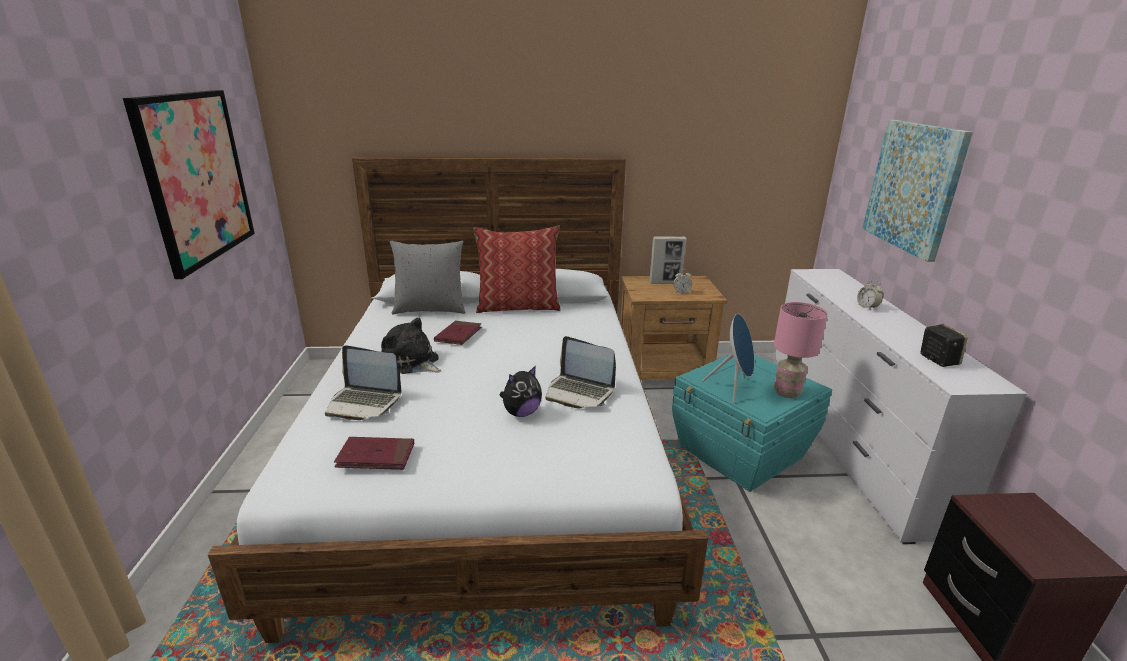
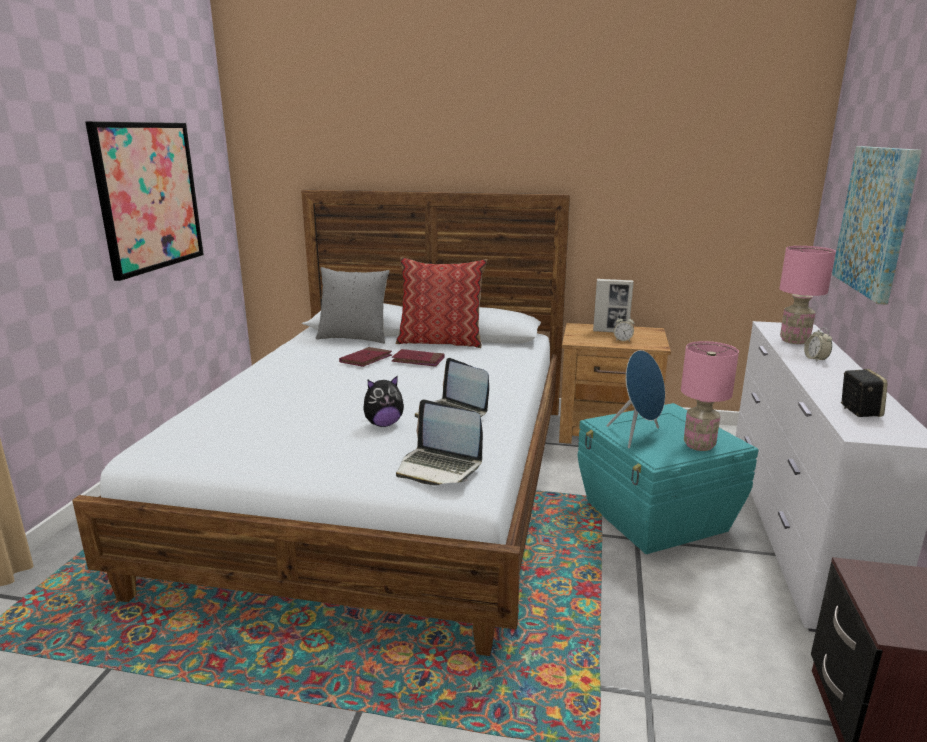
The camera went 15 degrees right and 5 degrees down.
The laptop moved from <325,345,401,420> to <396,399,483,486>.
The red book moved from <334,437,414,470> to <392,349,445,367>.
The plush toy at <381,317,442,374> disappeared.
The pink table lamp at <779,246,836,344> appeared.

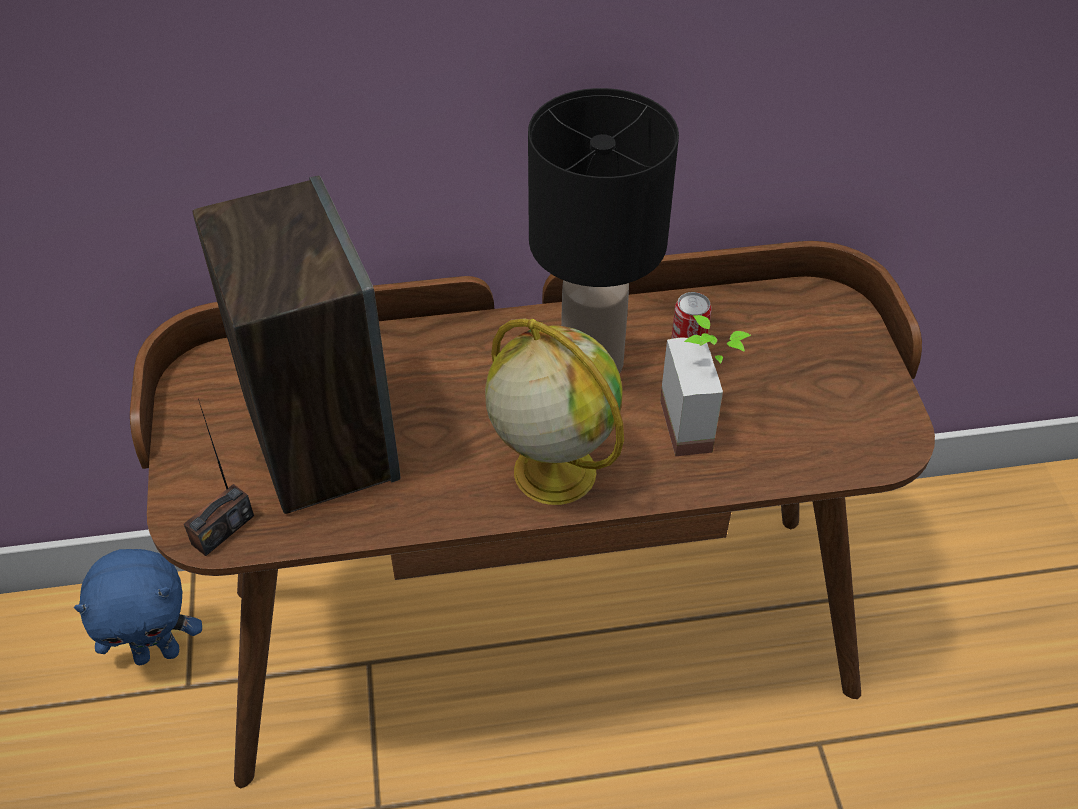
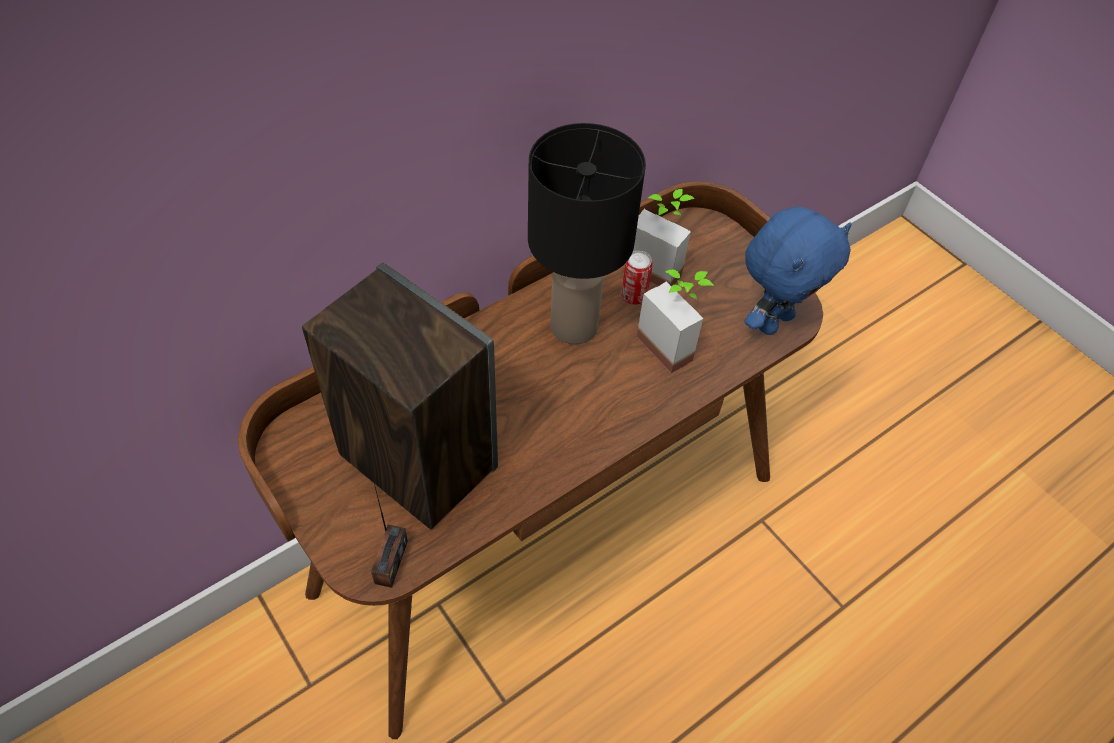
The camera went 30 degrees left and 5 degrees up.
The blue plush toy moved from <74,549,202,665> to <745,207,851,335>.
The globe at <485,318,624,505> disappeared.
The potted plant at <624,189,695,287> appeared.

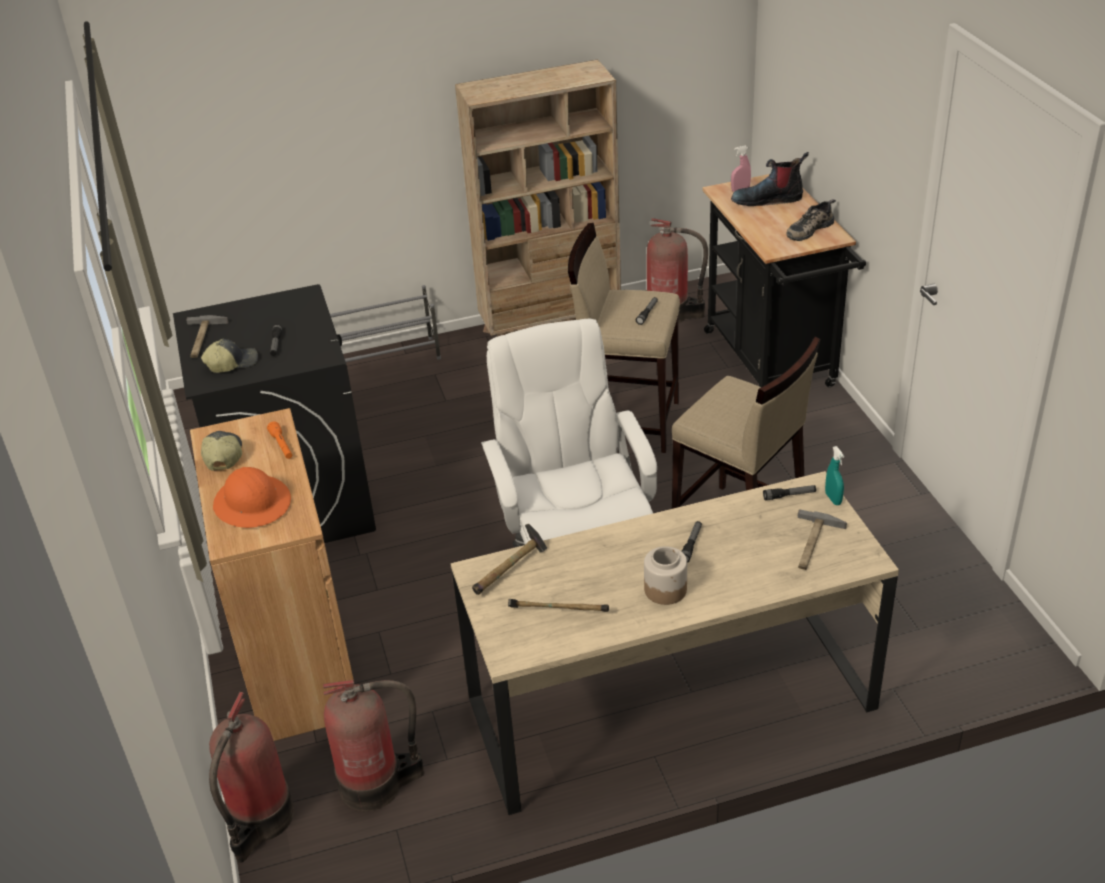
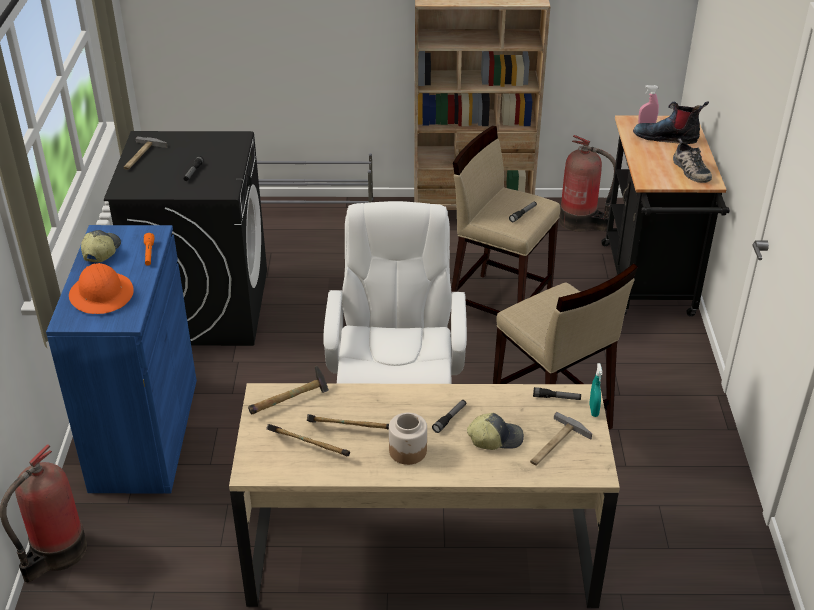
The camera went 15 degrees right and 0 degrees up.
The brown cabinet at <190,408,355,741> became the blue cabinet at <46,225,197,494>.
The cap moved from <201,339,258,373> to <467,413,524,450>.
The fire extinguisher at <323,680,424,811> disappeared.
The shoe at <786,199,836,241> turned 90 degrees counterclockwise.
The hammer at <307,414,389,430> appeared.

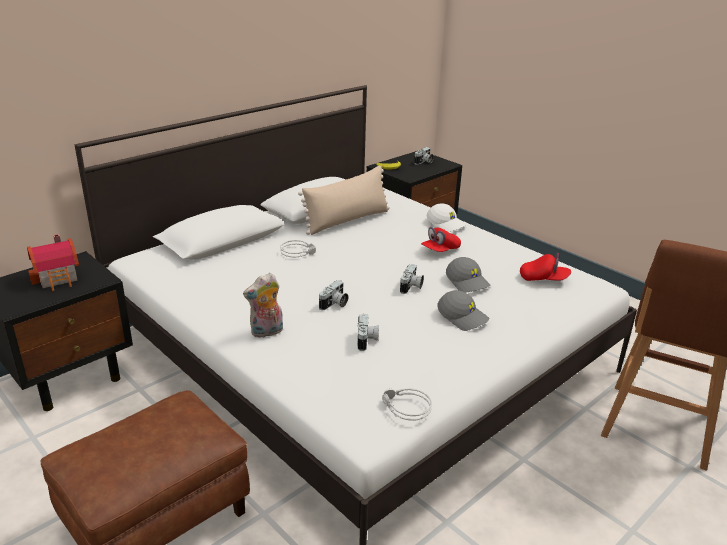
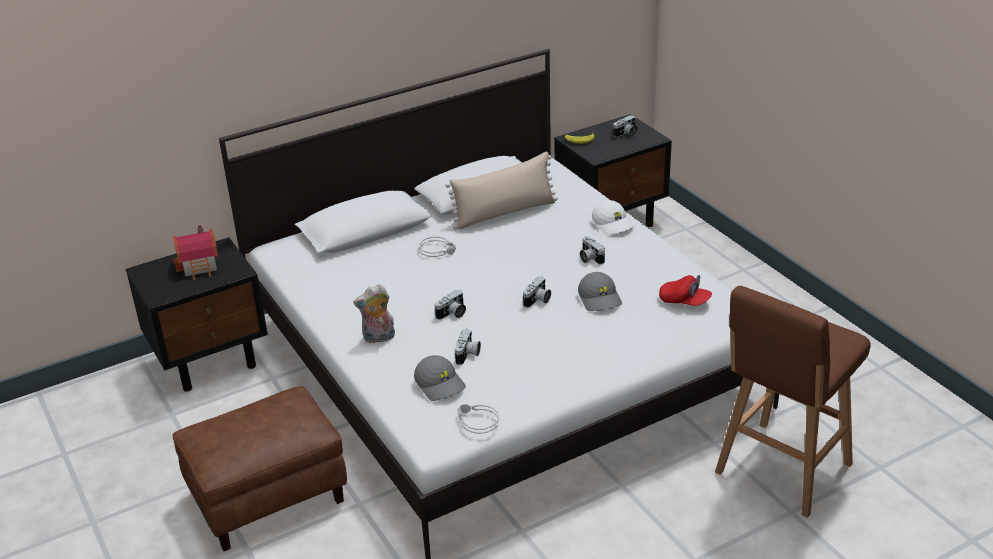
The camera went 15 degrees right and 5 degrees up.
The red cap at <421,227,461,252> was replaced by the photo camera at <580,236,605,265>.
The grey cap moved from <438,290,489,331> to <414,355,466,401>.

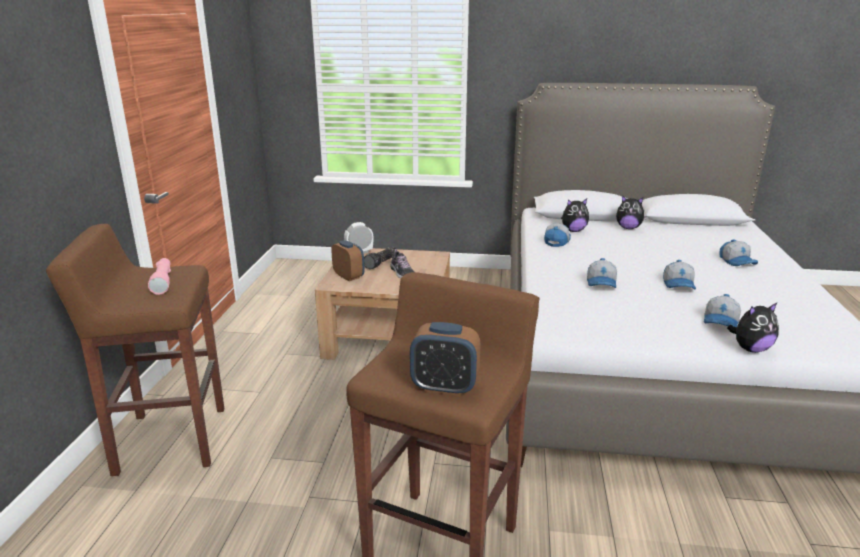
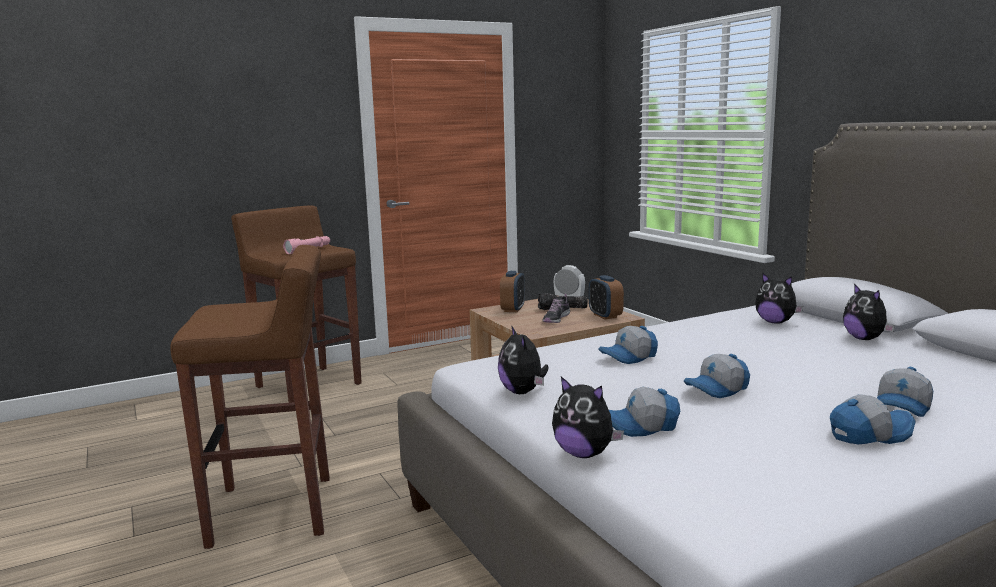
The camera went 55 degrees right and 10 degrees down.
The alarm clock moved from <410,322,480,396> to <589,275,624,319>.
The cap moved from <544,223,571,247> to <830,394,916,444>.
The plush toy at <498,326,548,394> appeared.

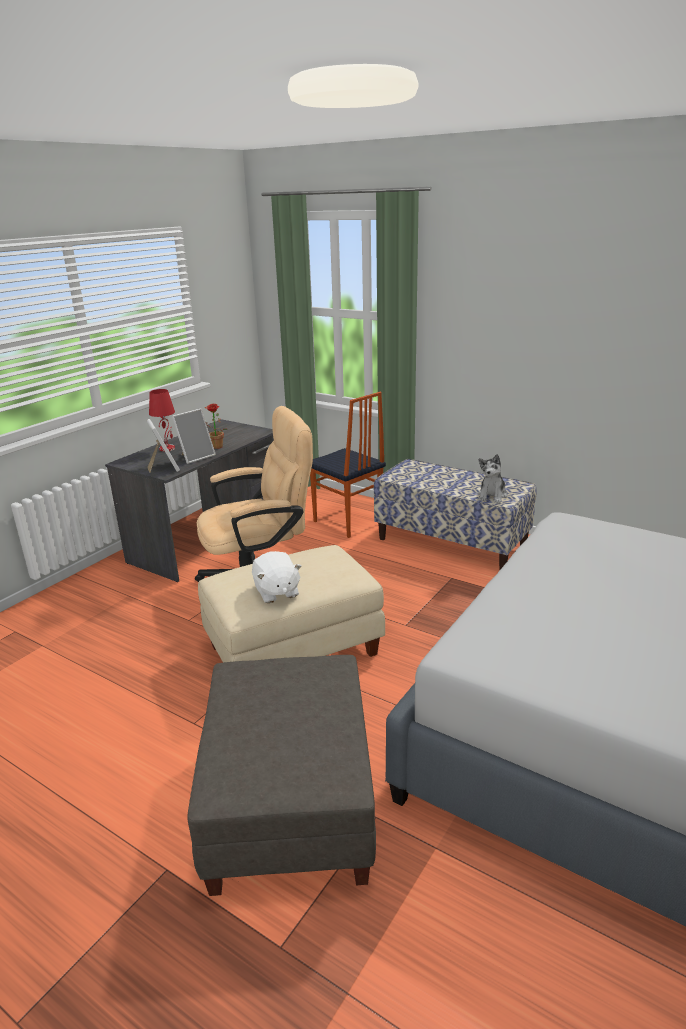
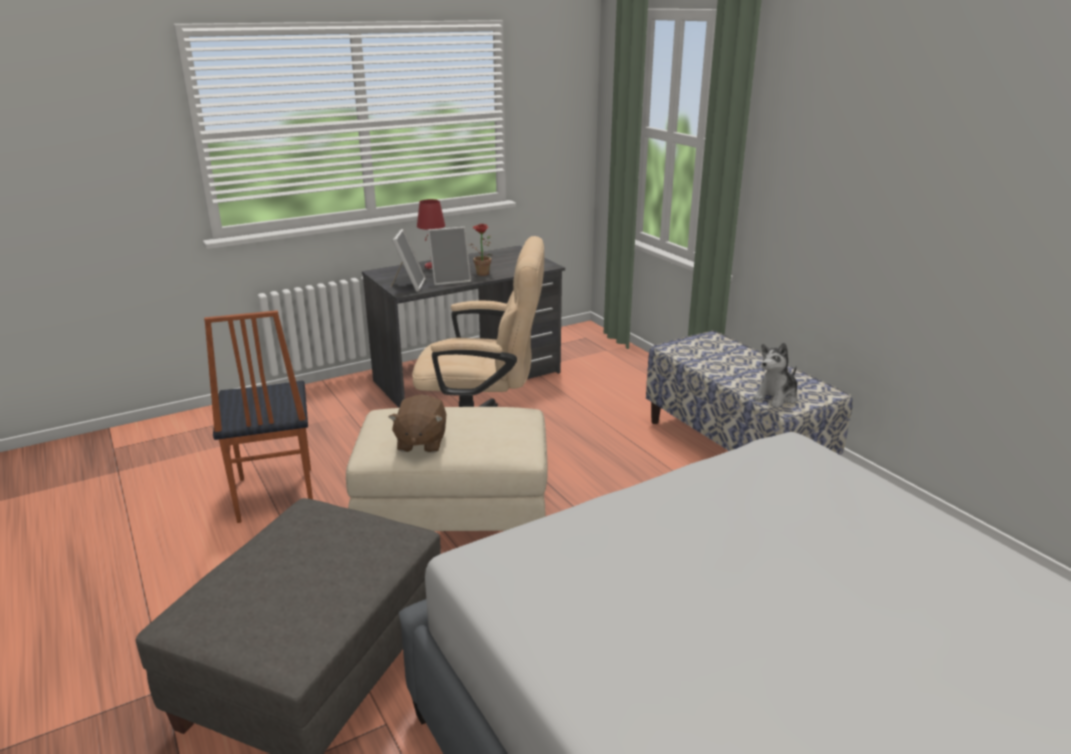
The camera went 25 degrees right and 0 degrees up.
The white plush toy at <252,551,302,603> became the brown plush toy at <388,395,446,453>.
The chair moved from <310,392,386,538> to <204,310,313,523>.

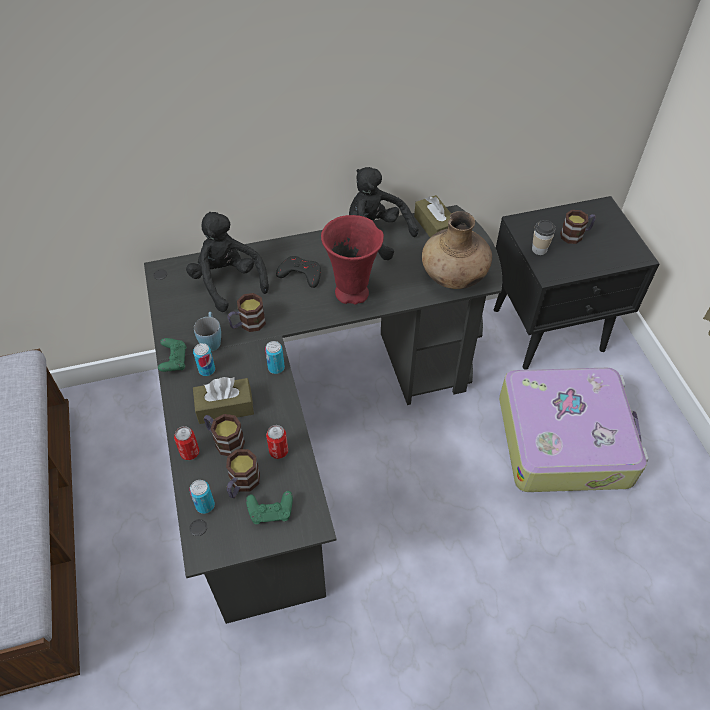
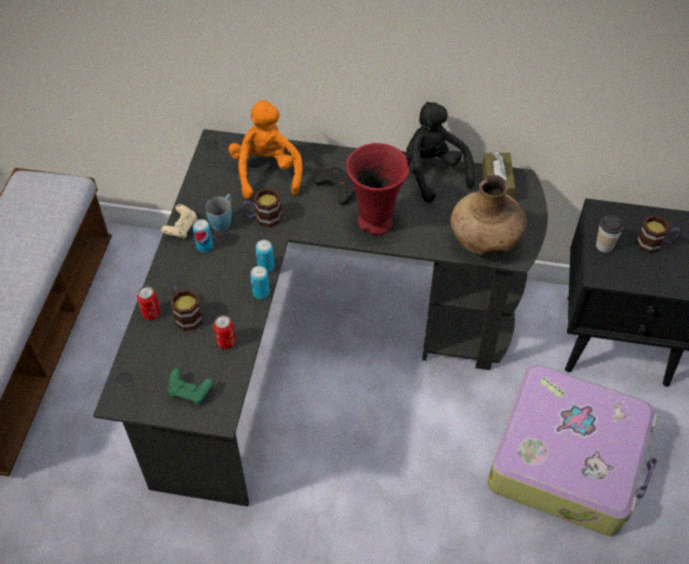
The camera went 25 degrees right and 0 degrees up.
The green game controller at <158,338,186,372> became the beige game controller at <161,204,197,239>.
The black plush toy at <186,212,269,312> became the orange plush toy at <228,100,303,199>.
The can moved from <189,480,215,514> to <250,266,270,299>.
The brown tissue box at <193,377,254,424> disappeared.
The mug at <226,449,260,498> disappeared.

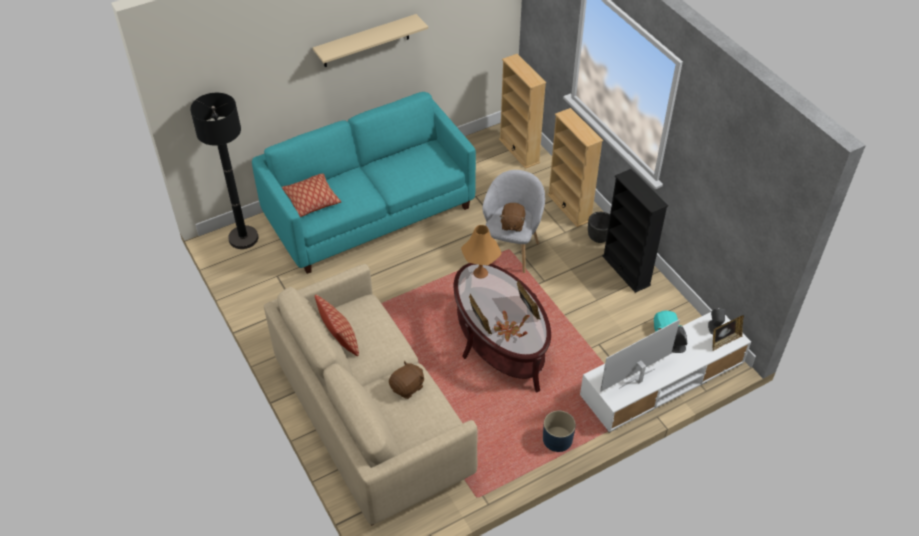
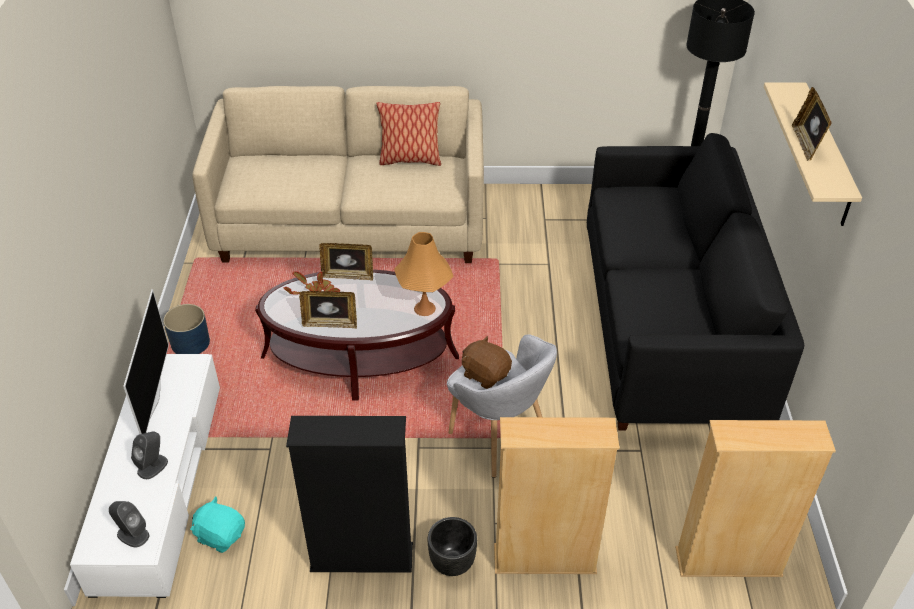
The camera went 120 degrees right and 5 degrees down.
The turquoise sofa at <252,92,476,274> became the black sofa at <587,133,804,431>.
The pillow at <282,174,342,217> disappeared.
The brown plush toy at <389,361,424,399> disappeared.
The picture frame moved from <713,315,744,351> to <792,87,832,161>.

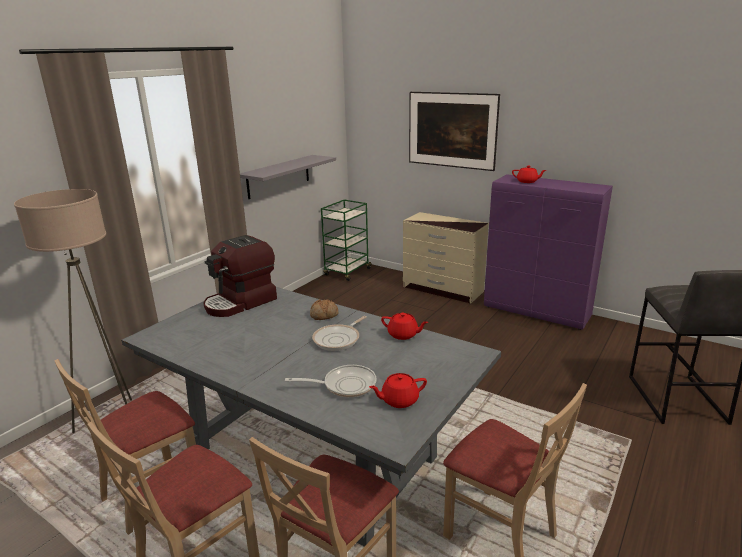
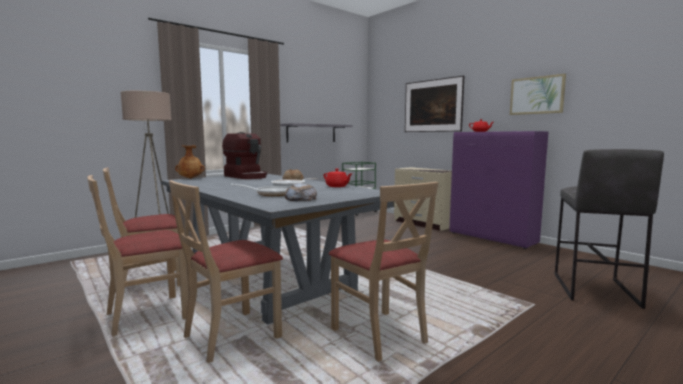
The camera went 15 degrees right and 15 degrees down.
The coffee machine at <204,235,277,317> turned 105 degrees counterclockwise.
The red teapot at <369,373,427,408> was replaced by the bread at <285,182,317,201>.
The brown vase at <175,145,205,179> appeared.
The picture at <510,74,566,115> appeared.

